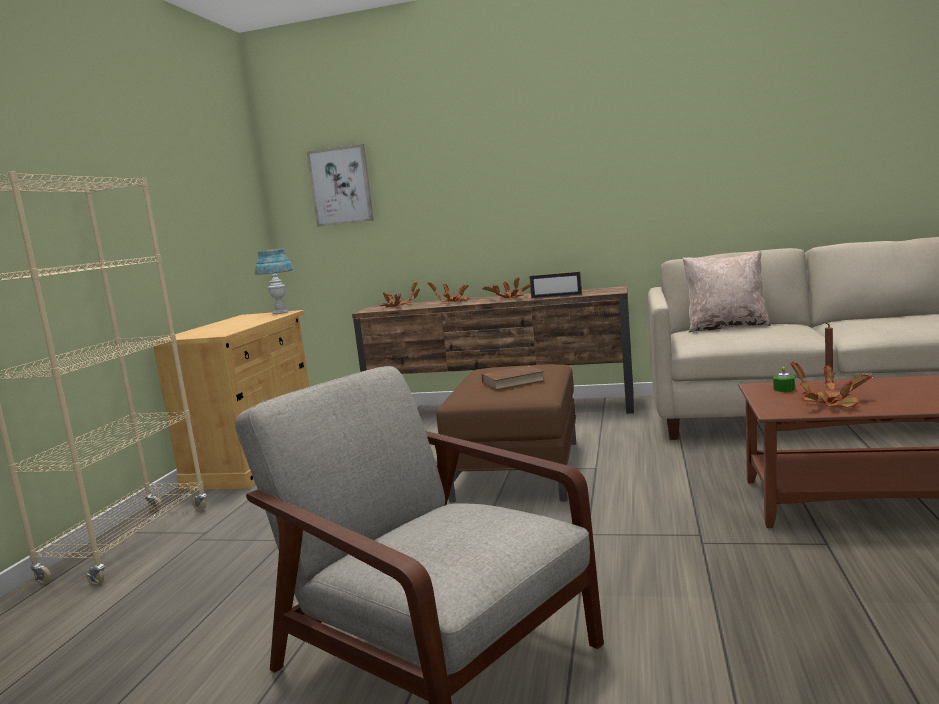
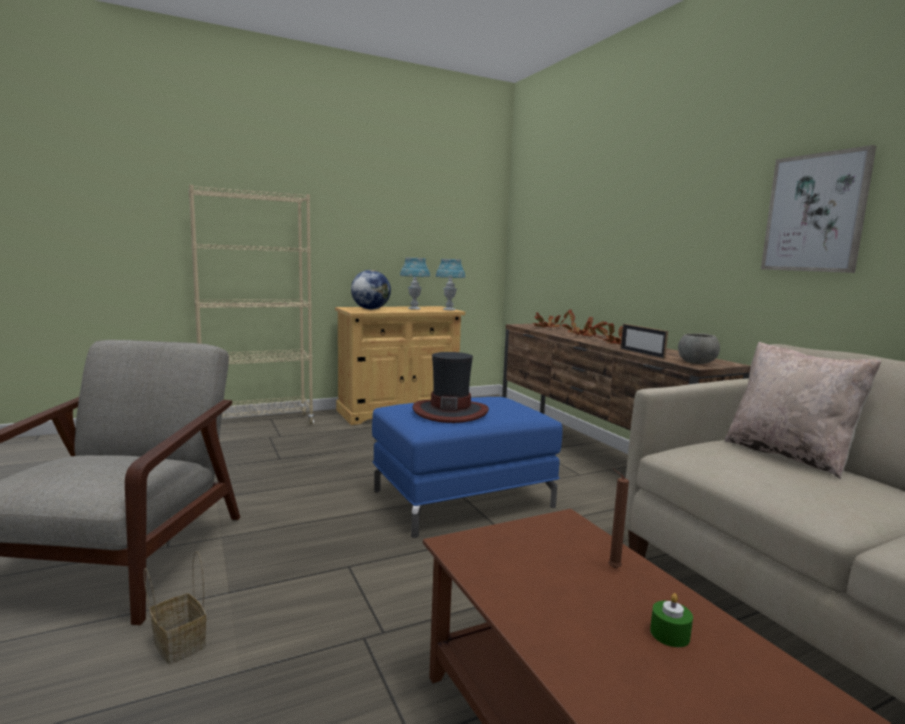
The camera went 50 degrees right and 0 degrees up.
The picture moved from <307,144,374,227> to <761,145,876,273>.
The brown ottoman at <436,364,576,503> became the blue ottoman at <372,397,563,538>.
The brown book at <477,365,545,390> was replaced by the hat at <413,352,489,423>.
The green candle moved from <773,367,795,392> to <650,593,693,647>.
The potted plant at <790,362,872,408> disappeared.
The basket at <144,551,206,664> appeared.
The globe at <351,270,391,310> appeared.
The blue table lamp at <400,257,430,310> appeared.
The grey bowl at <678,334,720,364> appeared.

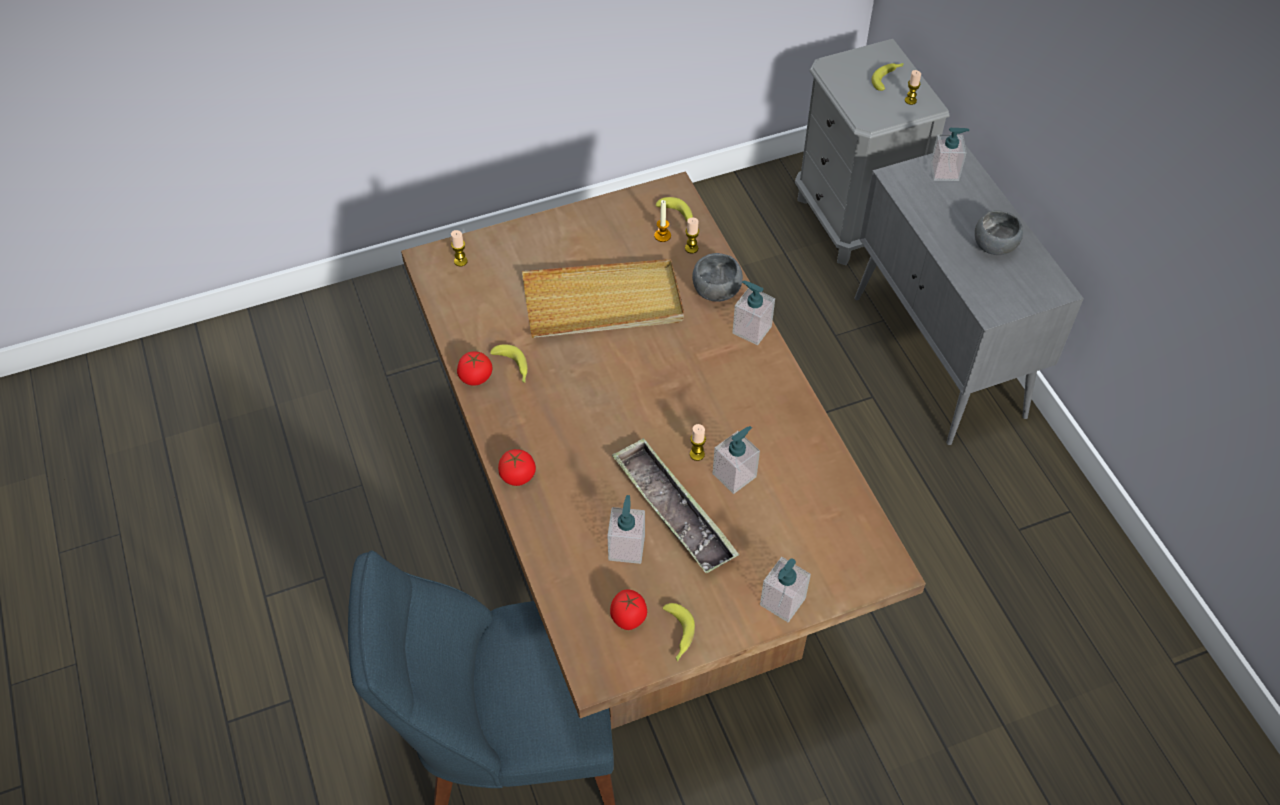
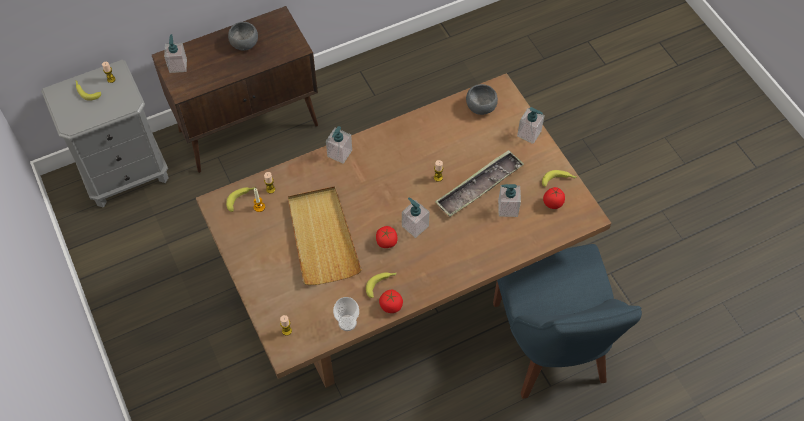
The camera went 95 degrees left and 5 degrees up.
The tomato moved from <498,449,536,486> to <376,226,398,248>.
The grey bowl moved from <692,253,743,302> to <466,84,498,115>.
The soap dispenser moved from <712,426,760,494> to <402,198,429,238>.
The grey cabinet at <854,145,1084,445> became the brown cabinet at <152,6,318,173>.
The cup at <333,297,359,331> appeared.

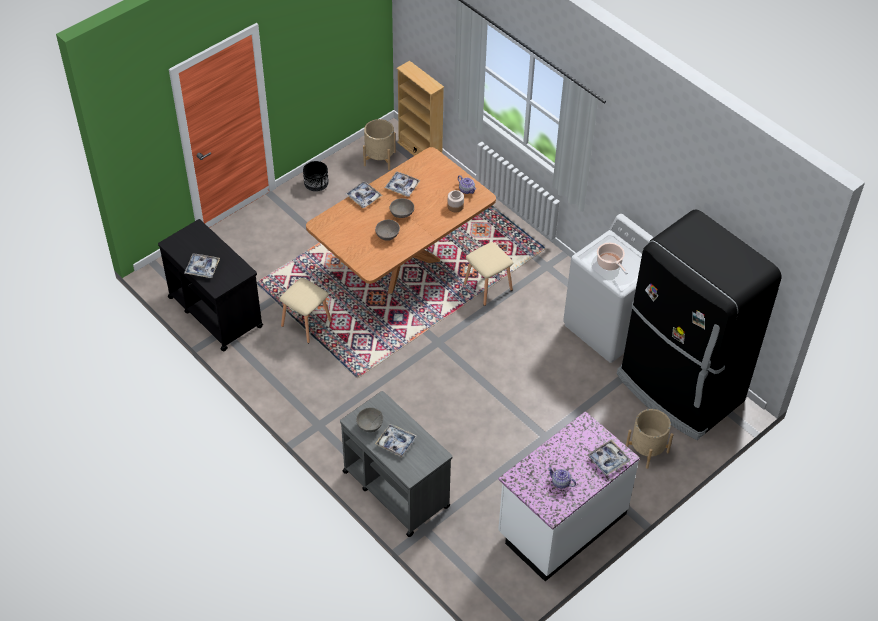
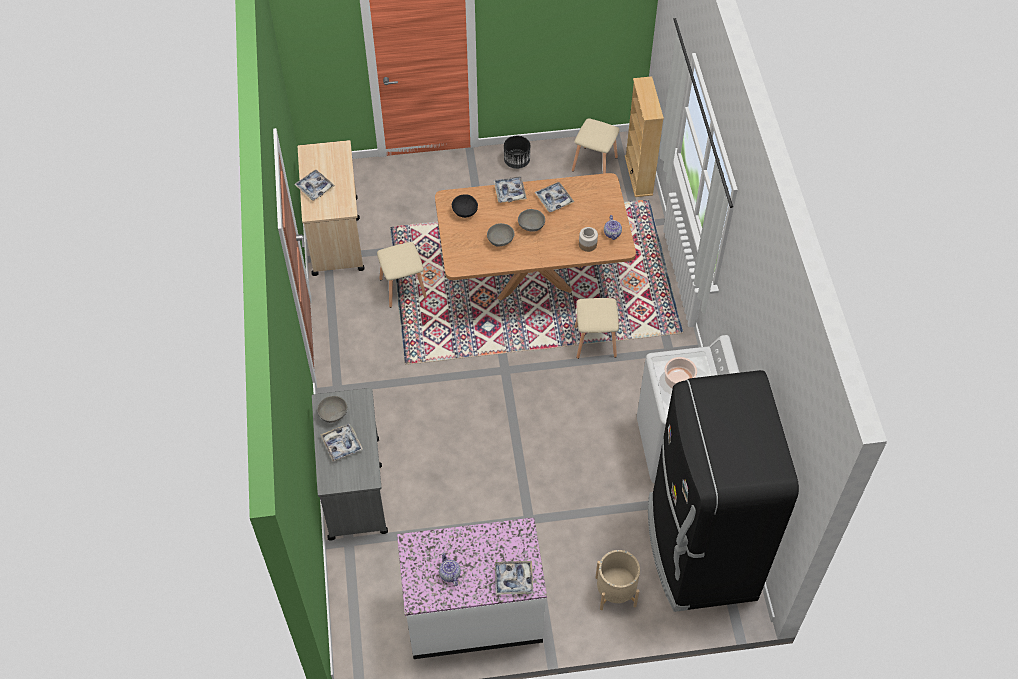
The camera went 35 degrees right and 5 degrees up.
The black cart at <158,219,263,351> became the beige cart at <298,140,365,276>.
The beige planter at <363,119,396,170> was replaced by the beige stool at <572,118,620,174>.
The black bowl at <452,194,478,218> appeared.

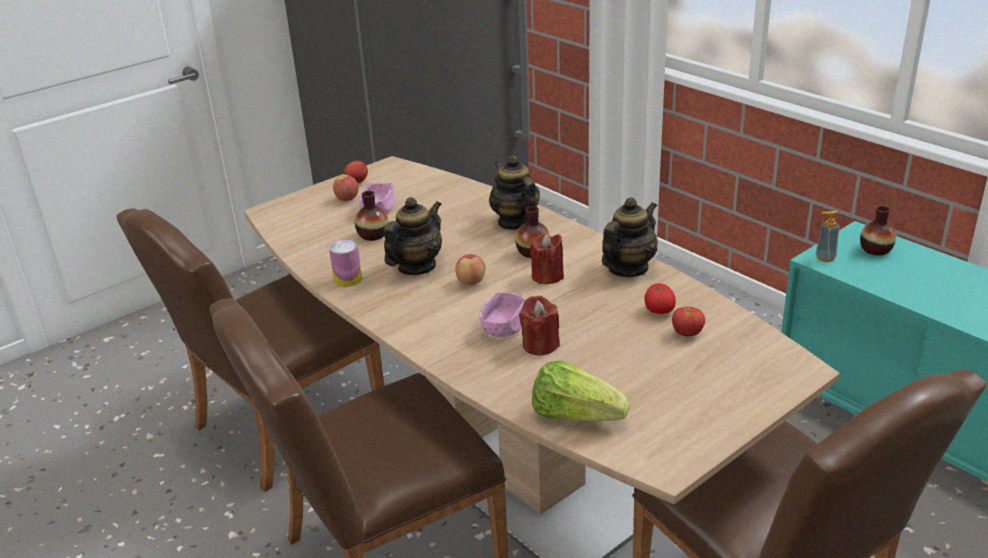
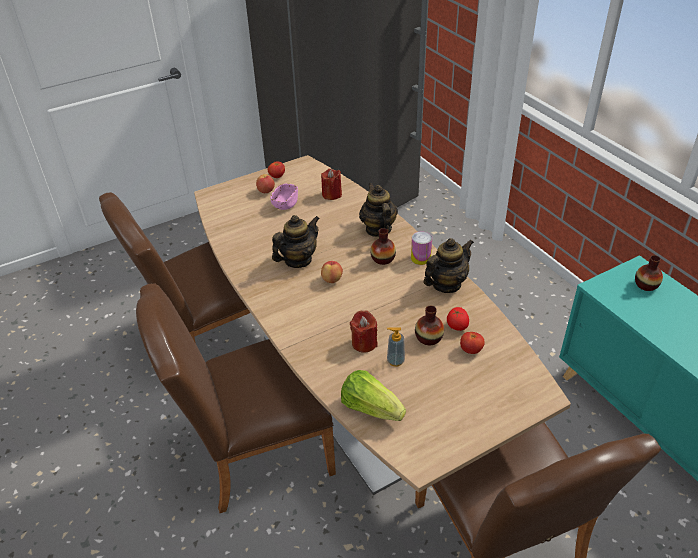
The camera went 10 degrees right and 10 degrees up.
The can moved from <329,240,362,287> to <411,231,432,265>.
The vase moved from <355,191,389,241> to <415,306,444,345>.
The pink bowl at <479,292,526,337> disappeared.
The red candle moved from <530,234,564,284> to <321,169,342,200>.
The soap dispenser moved from <816,211,839,262> to <387,327,405,367>.

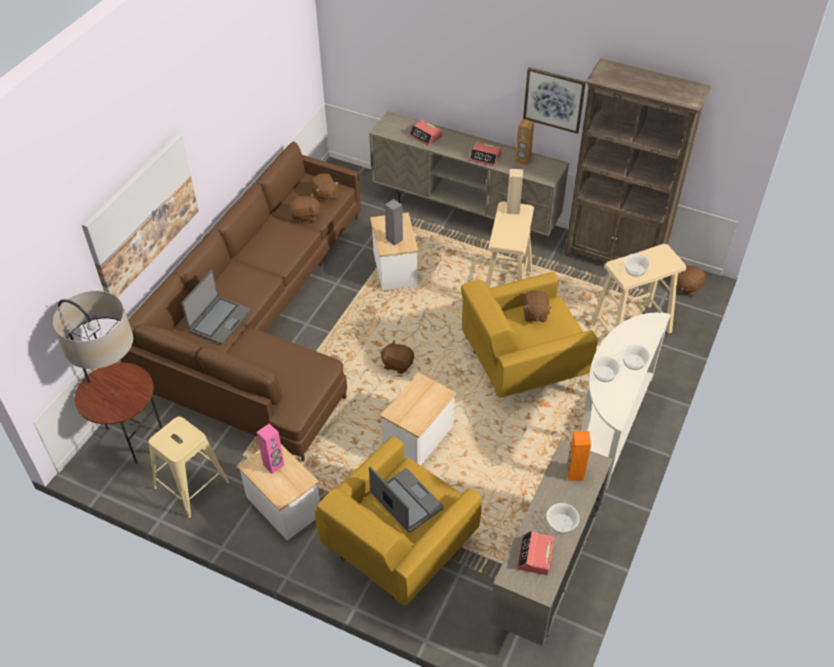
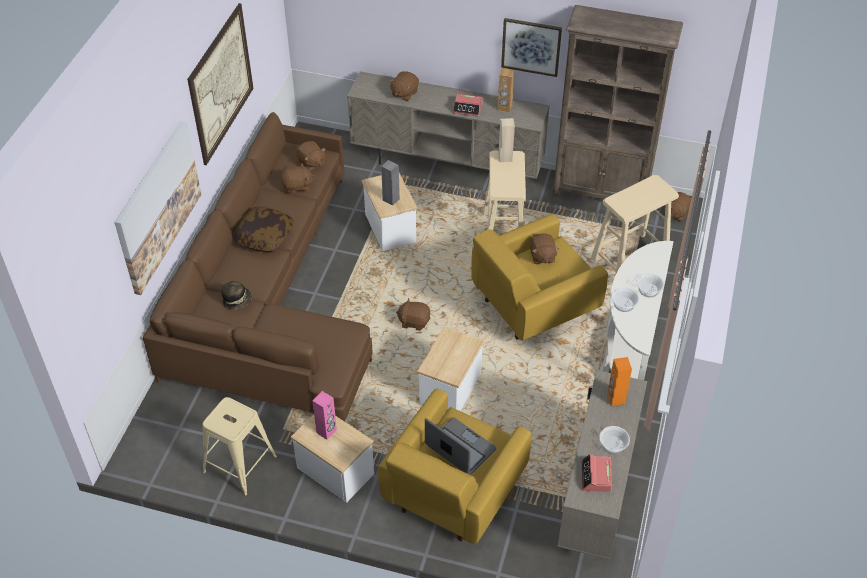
The camera went 10 degrees left and 0 degrees up.
The floor lamp at <53,291,162,464> disappeared.
The laptop at <182,269,251,345> was replaced by the hat at <221,281,252,309>.
The alarm clock at <409,120,442,146> was replaced by the brown plush toy at <390,71,419,101>.
The bowl at <624,254,650,277> disappeared.
The picture at <187,3,254,165> appeared.
The pillow at <232,207,293,252> appeared.

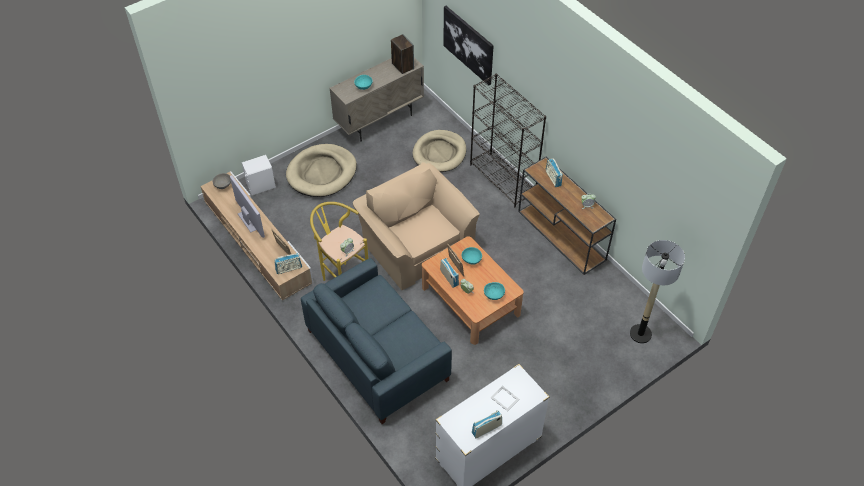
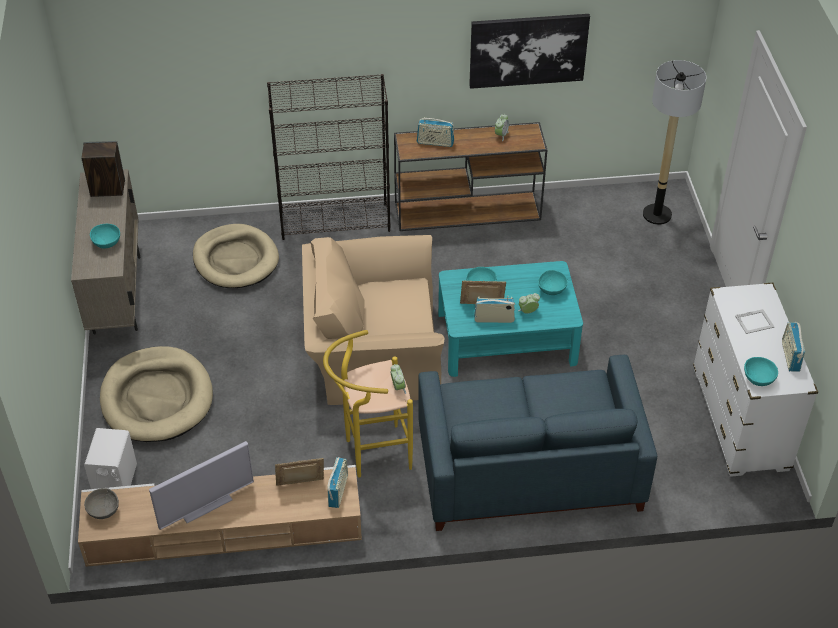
The camera went 60 degrees left and 5 degrees down.
The television at <230,175,265,238> turned 150 degrees clockwise.
The brown coffee table at <422,236,524,345> became the turquoise coffee table at <438,261,583,377>.
The picture moved from <443,6,494,86> to <469,14,590,89>.
The turquoise bowl at <744,357,778,386> appeared.

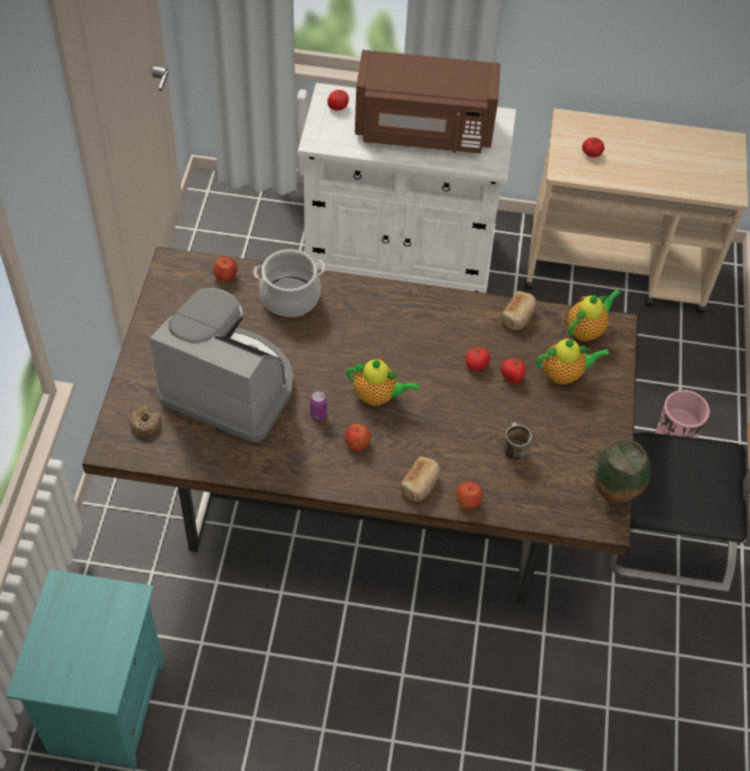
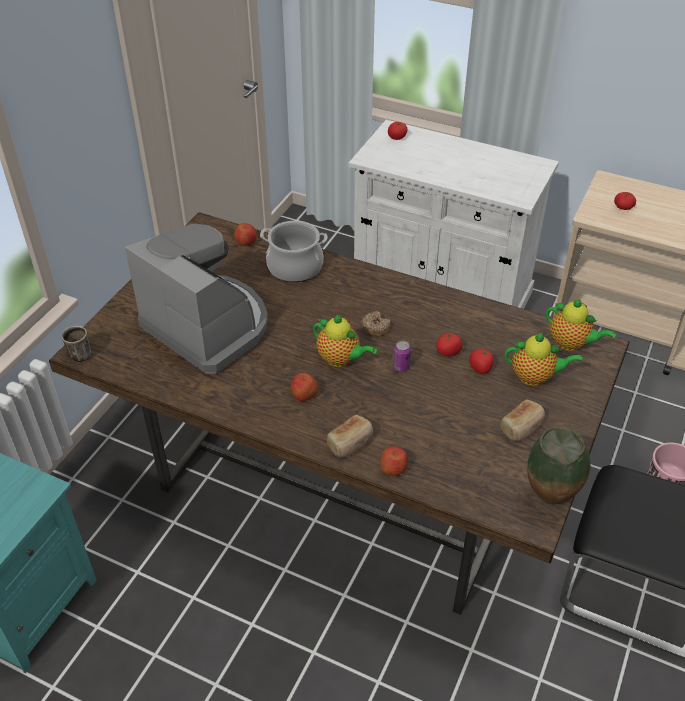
The camera went 20 degrees right and 10 degrees down.
The donut moved from <129,405,161,435> to <361,311,390,337>.
The can moved from <310,391,327,420> to <393,341,411,372>.
The brown microwave at <355,50,501,153> disappeared.
The bread moved from <501,291,536,330> to <500,400,545,442>.
The mug moved from <504,422,532,460> to <61,326,91,362>.
The teapot at <567,289,621,341> turned 60 degrees clockwise.

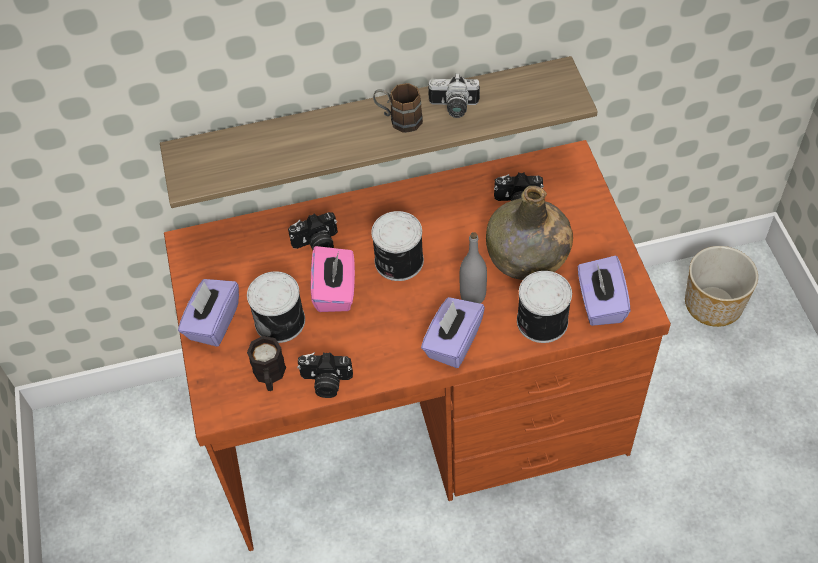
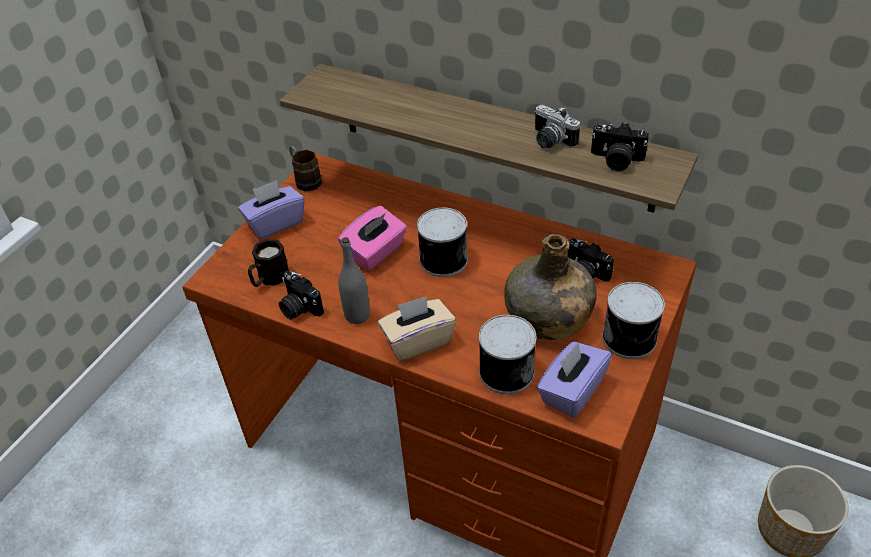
The camera went 40 degrees right and 10 degrees down.
The can moved from <247,271,305,343> to <602,282,665,359>.
The photo camera moved from <288,212,338,250> to <591,123,649,171>.
The brown mug moved from <373,83,423,133> to <289,146,322,192>.
The purple tissue box at <421,297,485,368> became the beige tissue box at <378,296,456,361>.
The grey bottle moved from <460,232,487,304> to <338,237,370,324>.

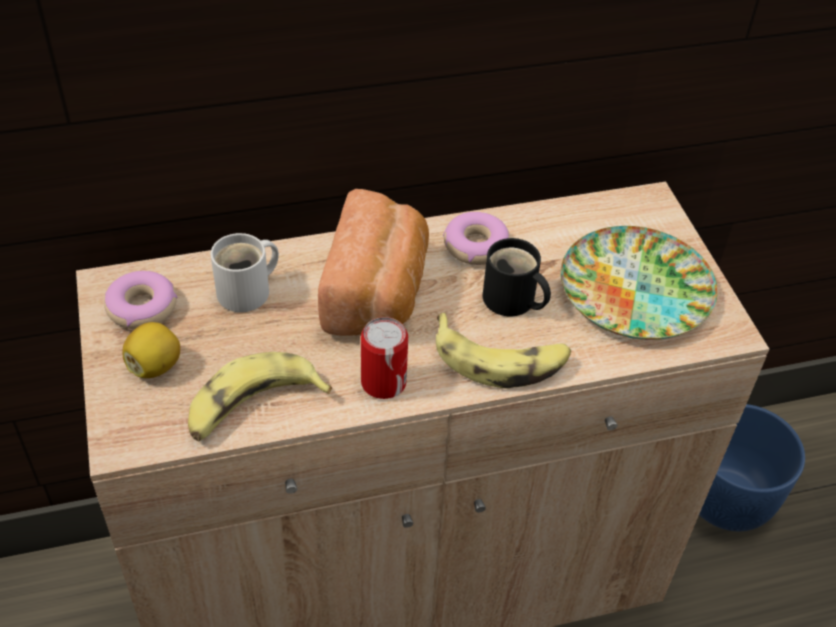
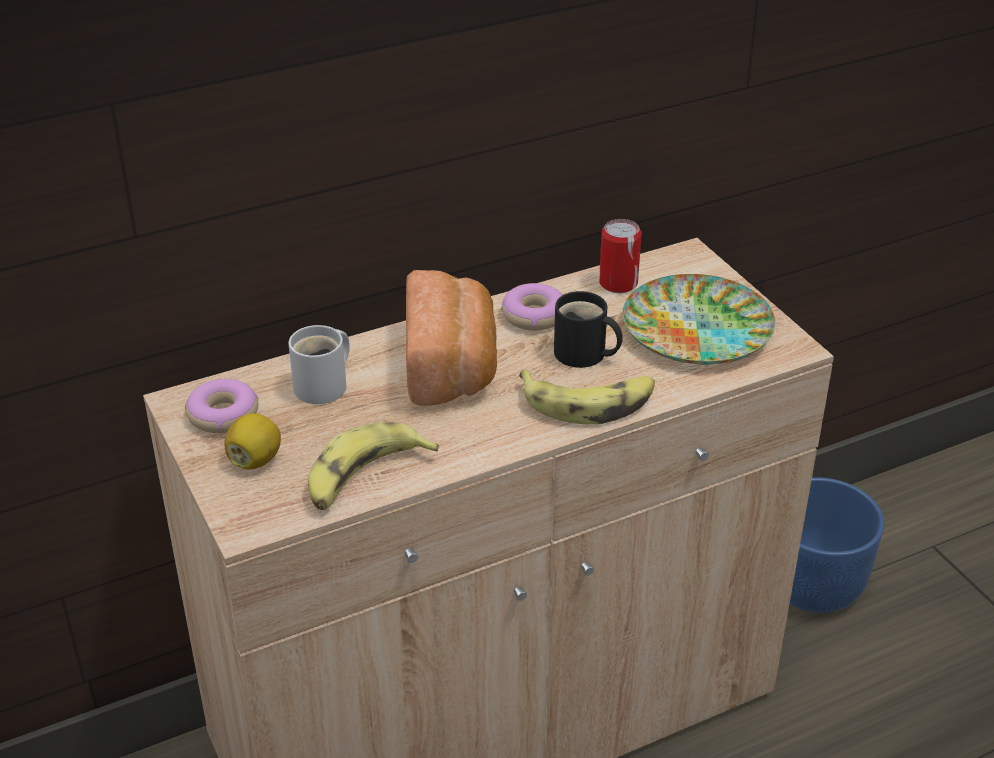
The camera went 10 degrees left and 10 degrees down.
The can moved from <361,317,408,399> to <599,219,641,293>.

